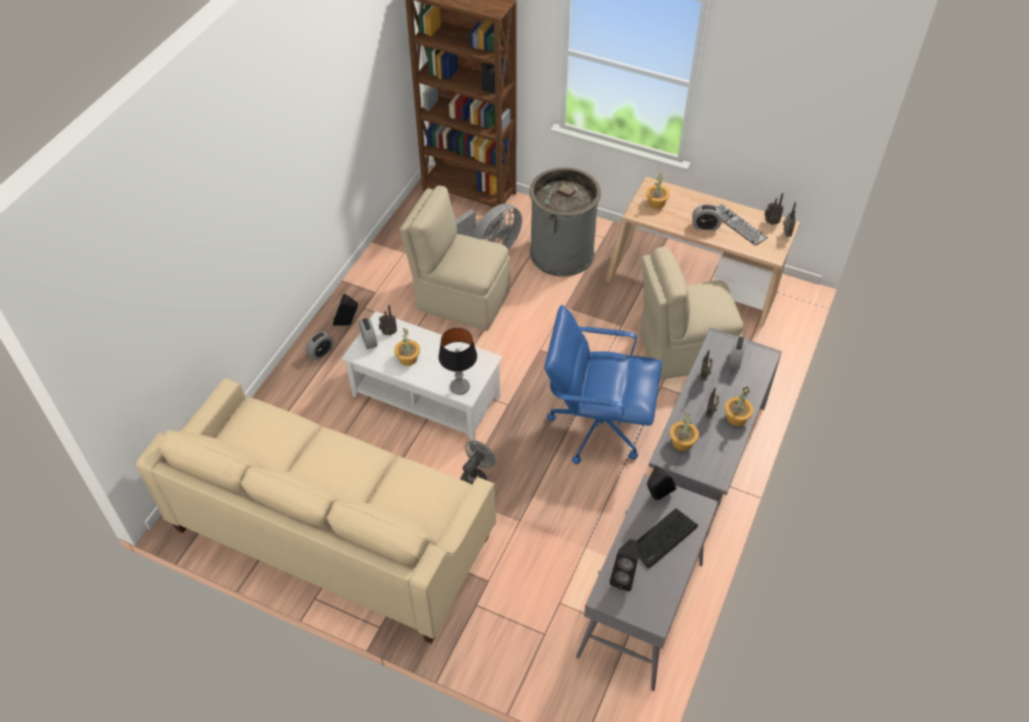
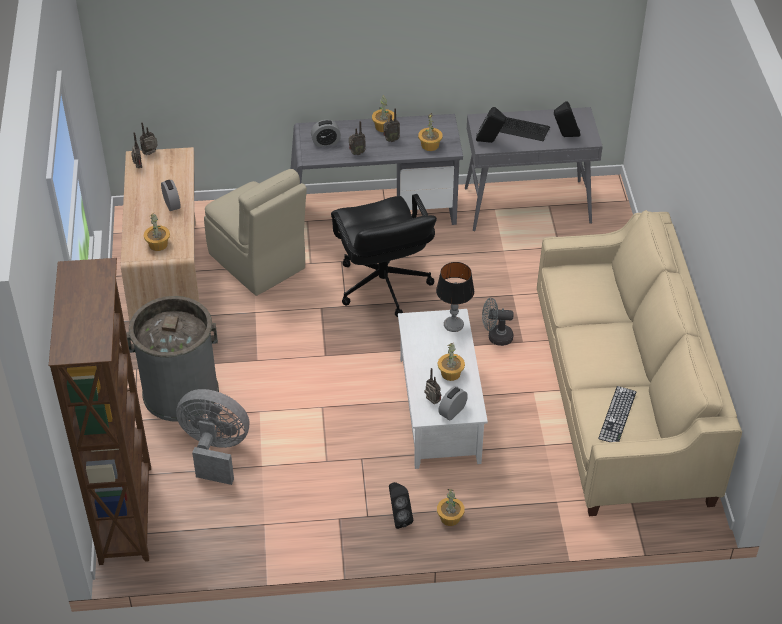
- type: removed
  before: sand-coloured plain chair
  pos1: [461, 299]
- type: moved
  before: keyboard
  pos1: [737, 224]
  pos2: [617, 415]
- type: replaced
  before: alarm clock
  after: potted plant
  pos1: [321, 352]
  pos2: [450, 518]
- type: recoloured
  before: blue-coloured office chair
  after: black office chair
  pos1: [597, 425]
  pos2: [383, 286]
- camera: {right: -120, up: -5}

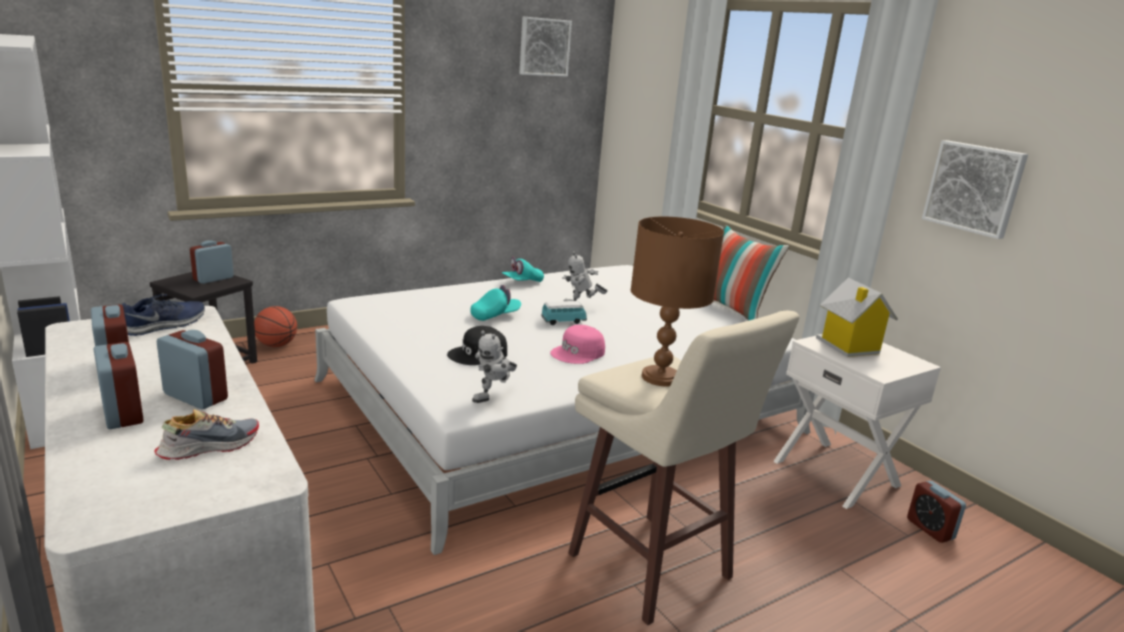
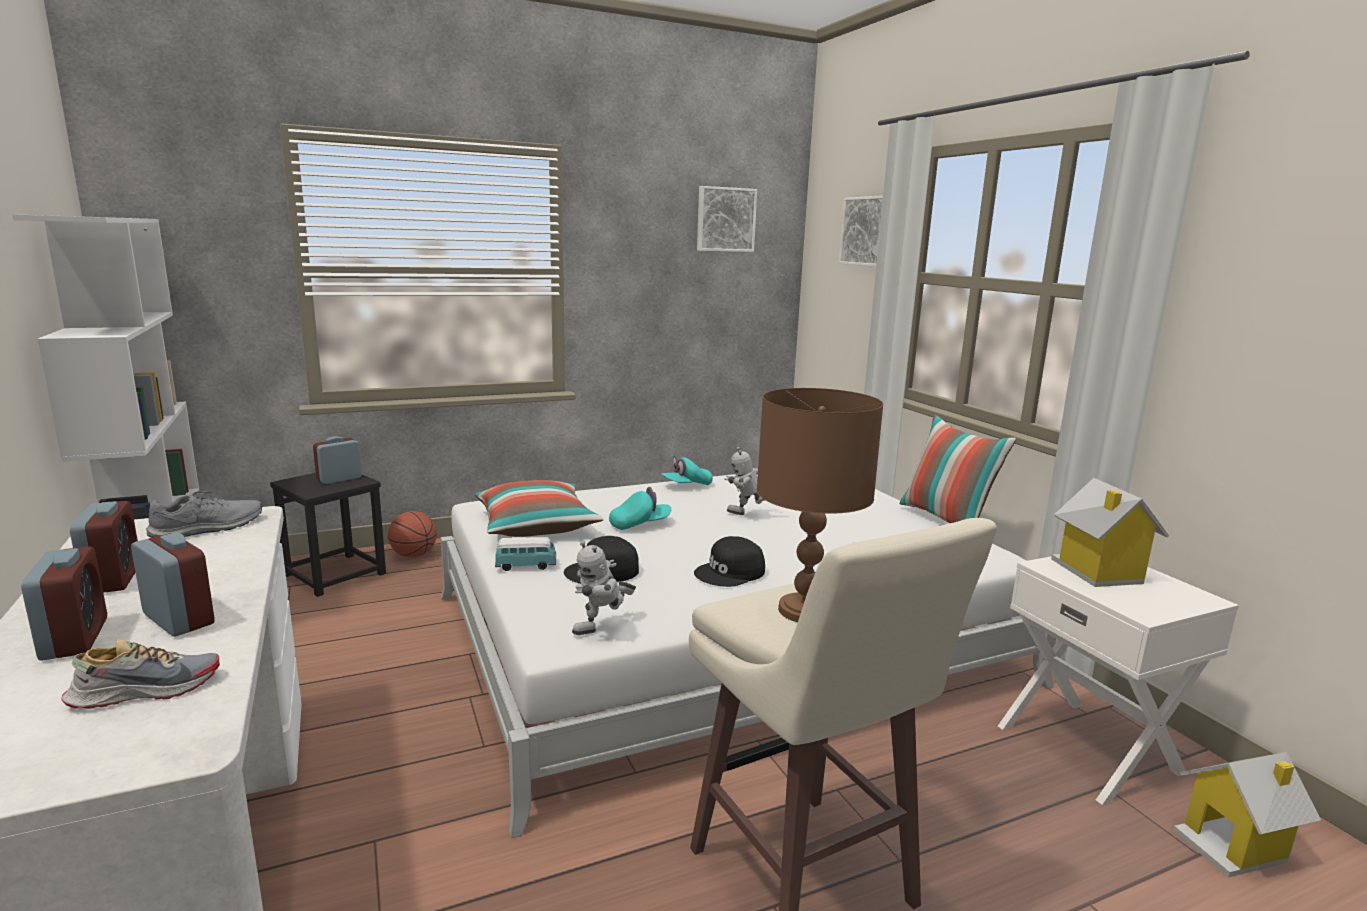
- type: added
  after: throw pillow
  pos2: [536, 526]
- type: moved
  before: miniature car
  pos1: [563, 321]
  pos2: [526, 566]
- type: moved
  before: wall art
  pos1: [974, 188]
  pos2: [867, 231]
- type: replaced
  before: alarm clock
  after: toy house
  pos1: [930, 529]
  pos2: [1233, 846]
- type: recoloured
  before: blue-coloured low shoe
  after: greyish low shoe
  pos1: [165, 325]
  pos2: [209, 528]
- type: recoloured
  before: pink-coloured cap
  after: black cap
  pos1: [578, 353]
  pos2: [730, 572]
- camera: {right: 10, up: -5}

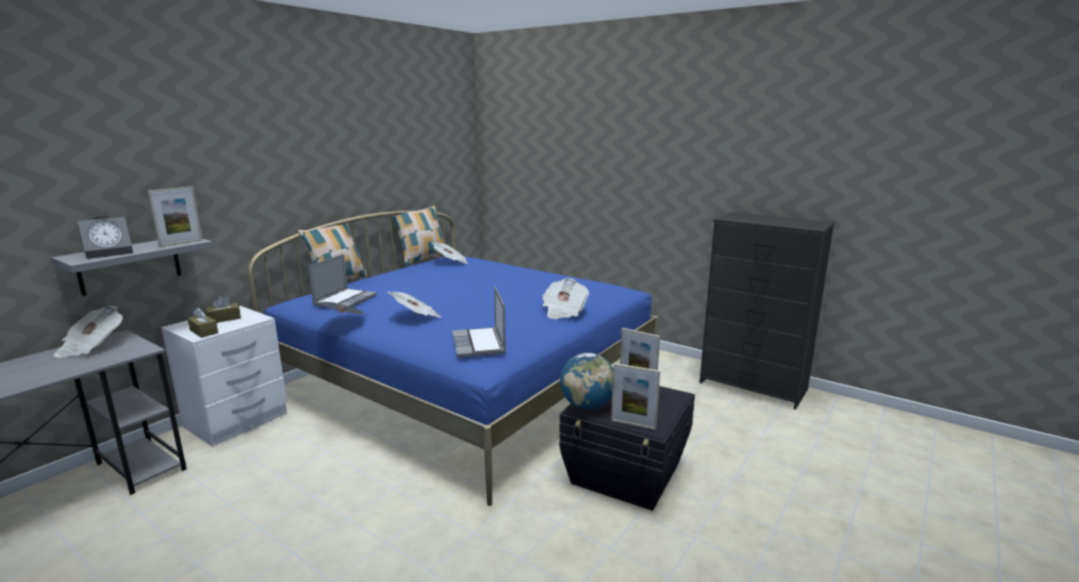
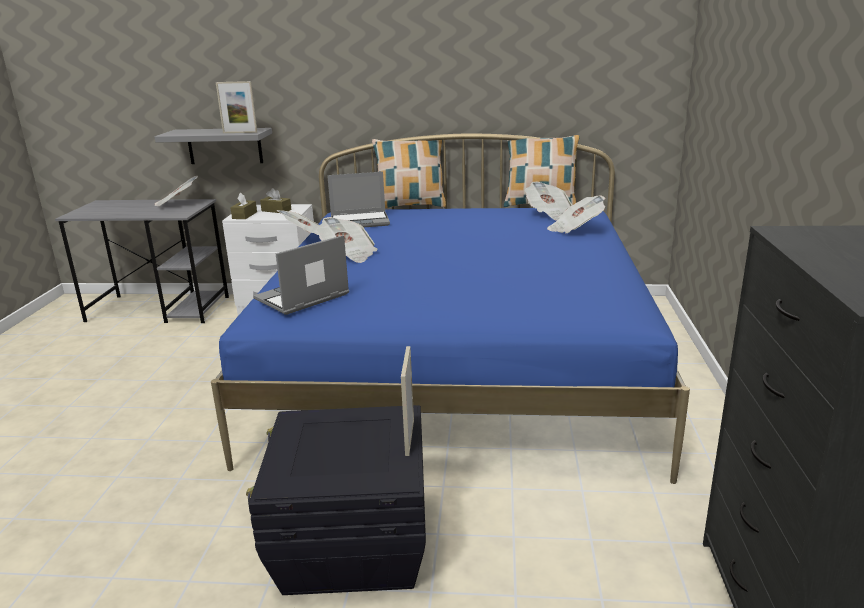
- type: removed
  before: alarm clock
  pos1: [111, 253]
- type: removed
  before: globe
  pos1: [587, 406]
- type: removed
  before: photo frame
  pos1: [633, 424]
- type: moved
  before: daily paper
  pos1: [563, 311]
  pos2: [575, 229]
- camera: {right: 60, up: 5}

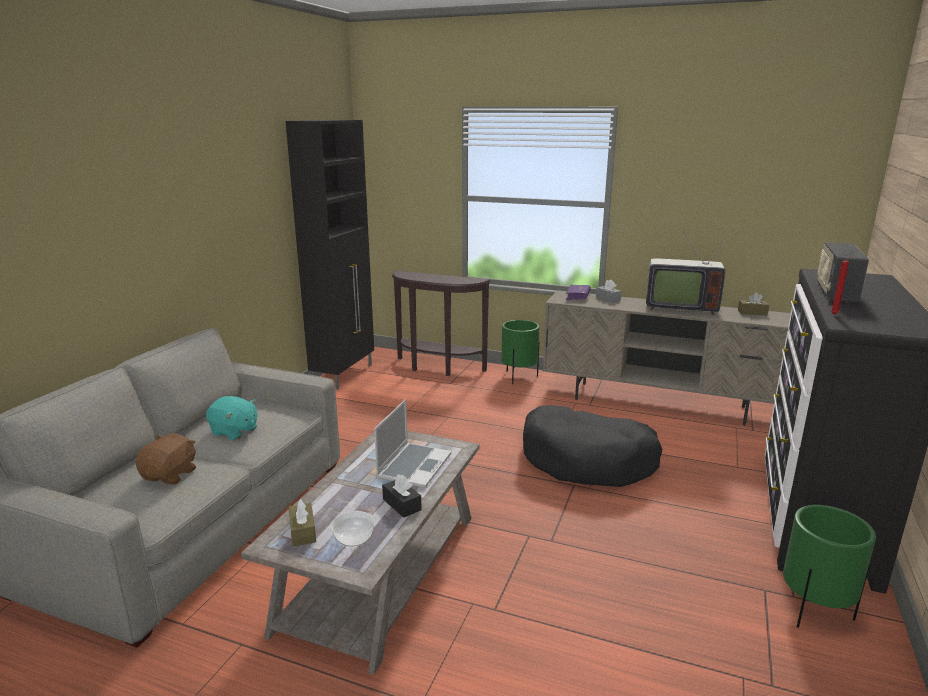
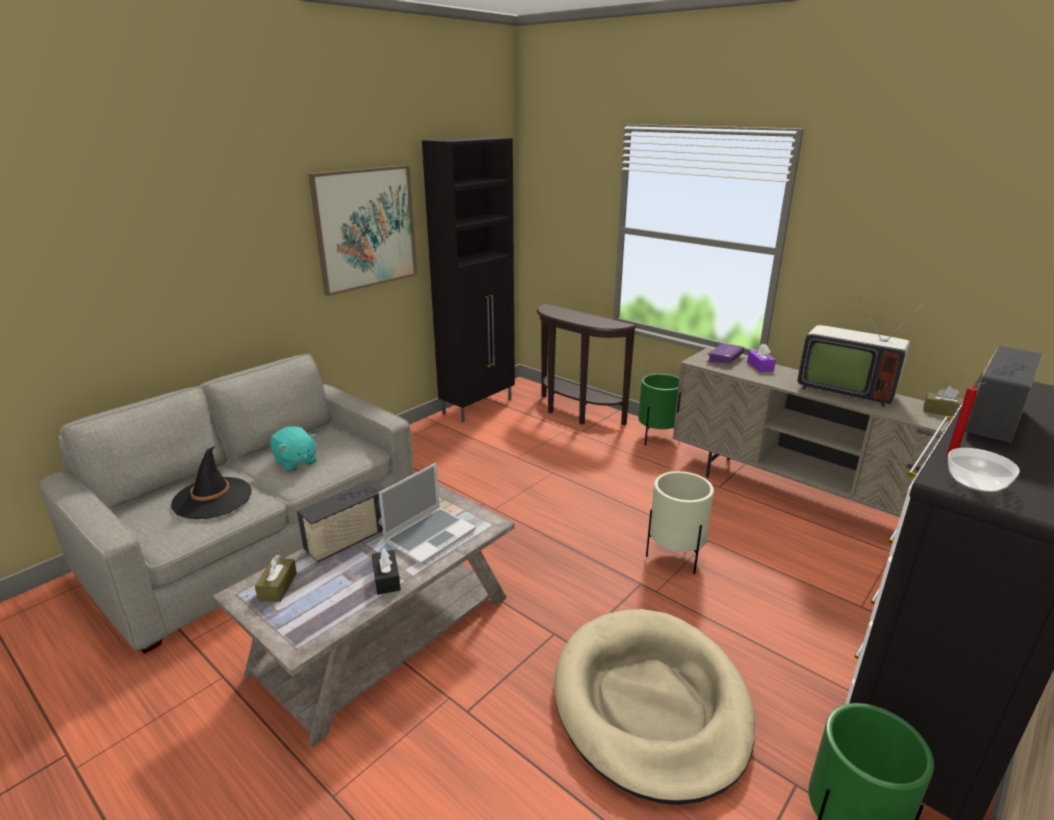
- type: added
  after: radio receiver
  pos2: [349, 540]
- type: added
  after: wall art
  pos2: [366, 228]
- type: added
  after: sand-coloured dog bed
  pos2: [651, 704]
- type: moved
  before: bowl
  pos1: [354, 538]
  pos2: [977, 482]
- type: replaced
  before: brown soft toy
  after: black clothing hat
  pos1: [171, 475]
  pos2: [212, 498]
- type: replaced
  before: black dog bed
  after: sand-coloured flower pot
  pos1: [587, 460]
  pos2: [674, 557]
- type: recoloured
  before: greyish tissue box
  after: purple tissue box
  pos1: [608, 299]
  pos2: [760, 366]
- camera: {right: 20, up: 5}

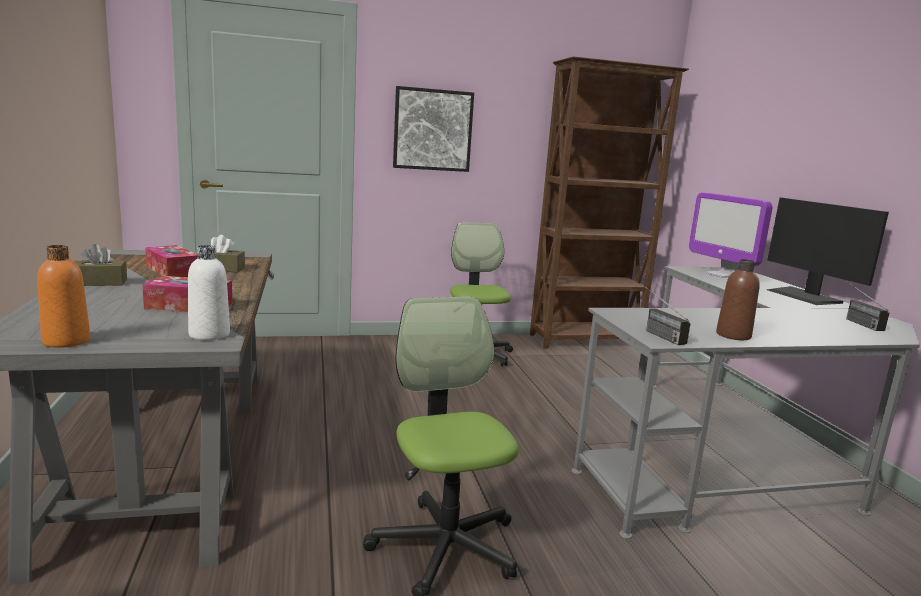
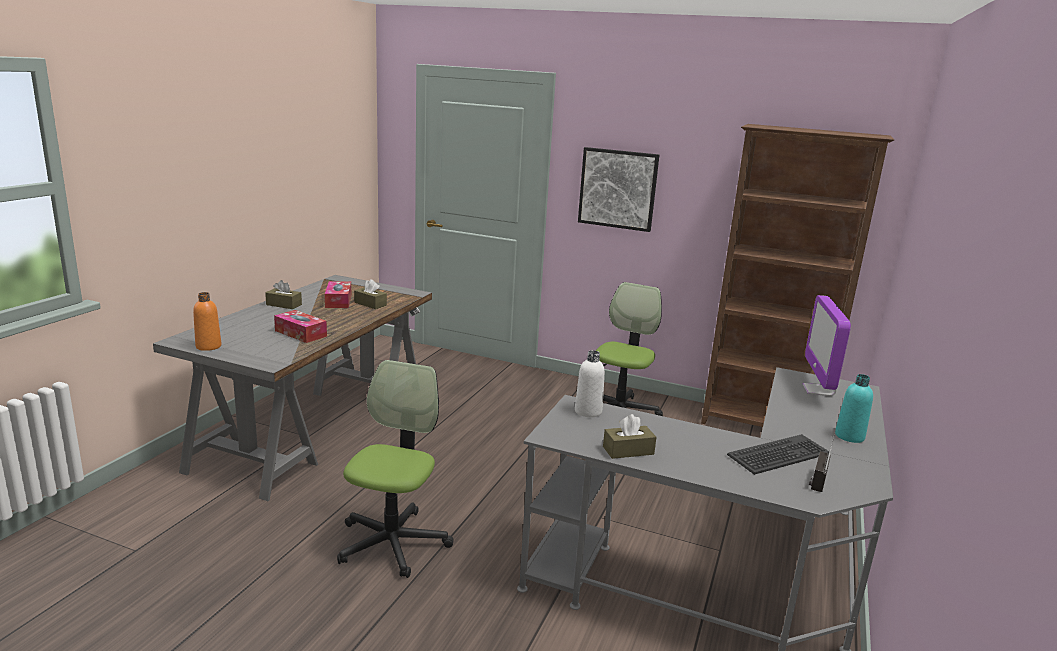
- type: removed
  before: radio receiver
  pos1: [656, 333]
- type: added
  after: keyboard
  pos2: [779, 455]
- type: moved
  before: white bottle
  pos1: [209, 334]
  pos2: [588, 411]
- type: replaced
  before: brown bottle
  after: brown tissue box
  pos1: [733, 335]
  pos2: [628, 450]
- type: replaced
  before: monitor
  after: blue-green bottle
  pos1: [804, 296]
  pos2: [849, 436]
- camera: {right: 35, up: 5}

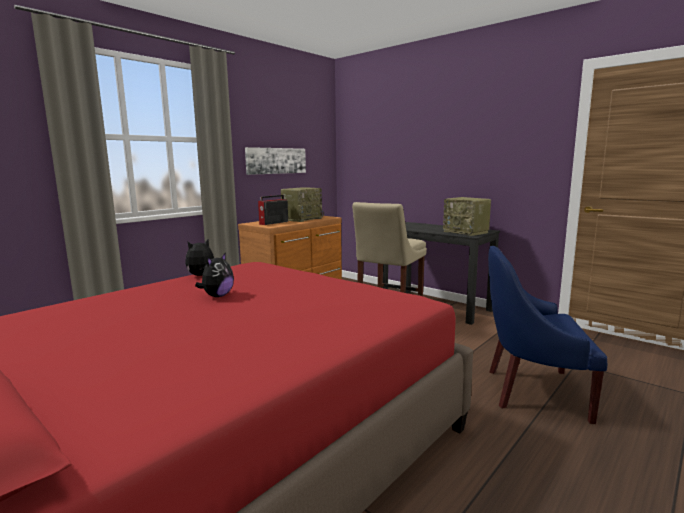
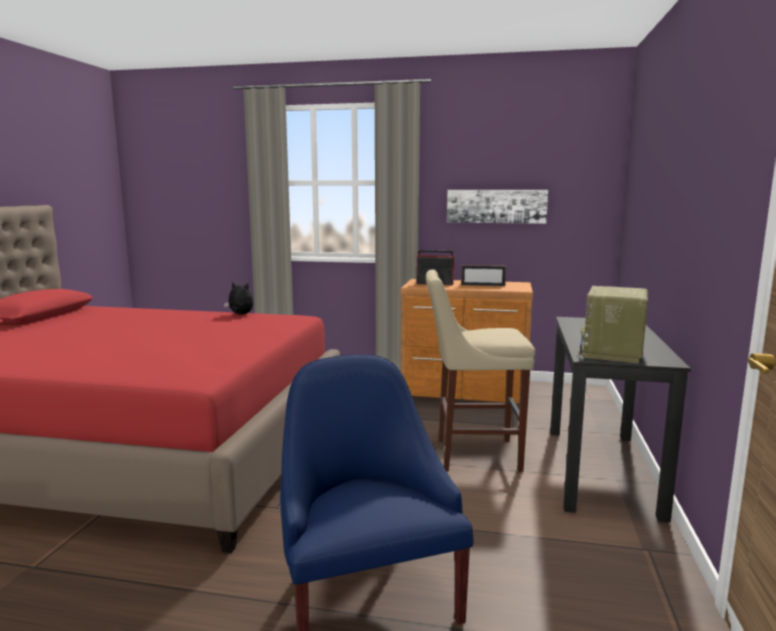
- type: removed
  before: soft toy
  pos1: [217, 296]
- type: replaced
  before: radio receiver
  after: photo frame
  pos1: [302, 219]
  pos2: [482, 285]
- camera: {right: 60, up: 0}

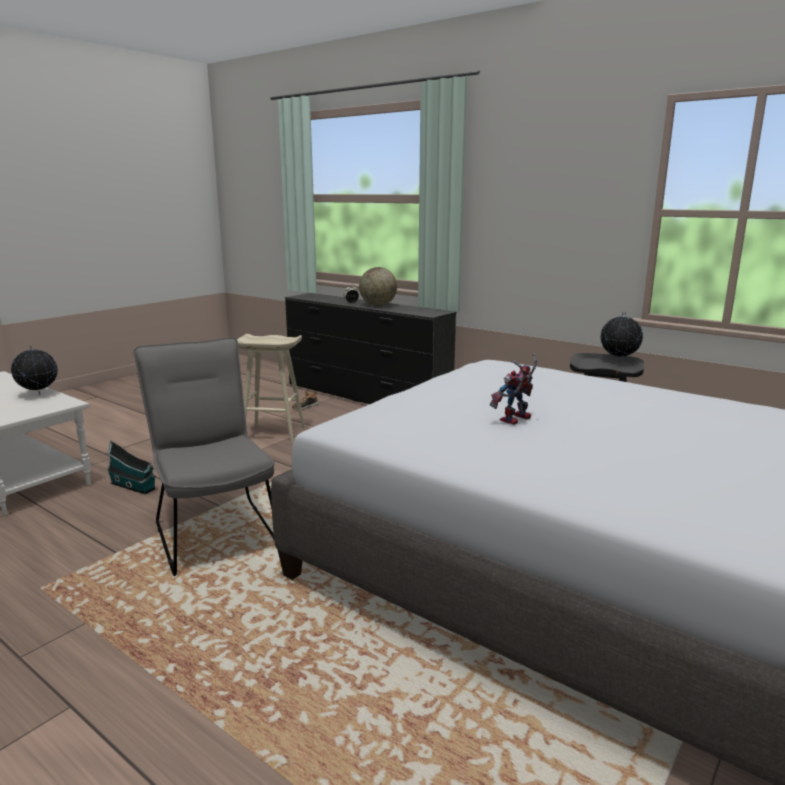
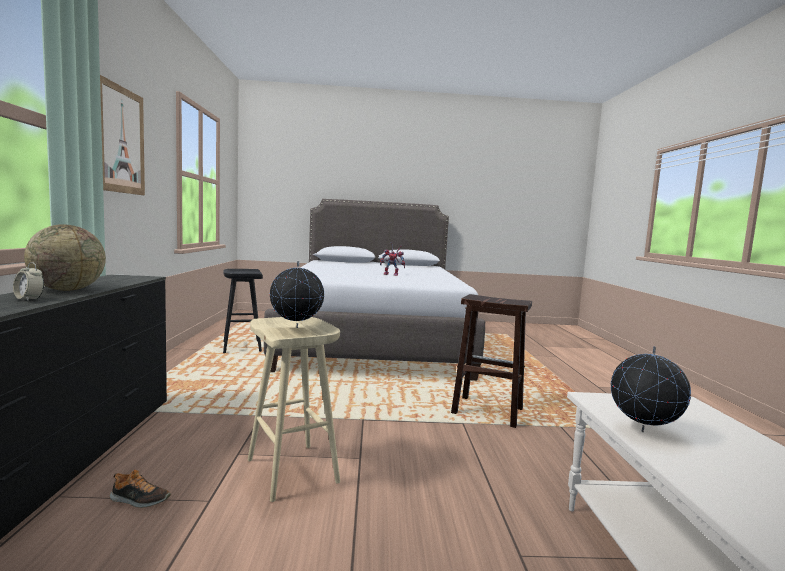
- type: removed
  before: toy house
  pos1: [134, 487]
- type: added
  after: wall art
  pos2: [120, 140]
- type: moved
  before: globe
  pos1: [618, 361]
  pos2: [296, 328]
- type: replaced
  before: greyish plain chair
  after: brown stool
  pos1: [215, 531]
  pos2: [486, 411]
- camera: {right: -130, up: -10}

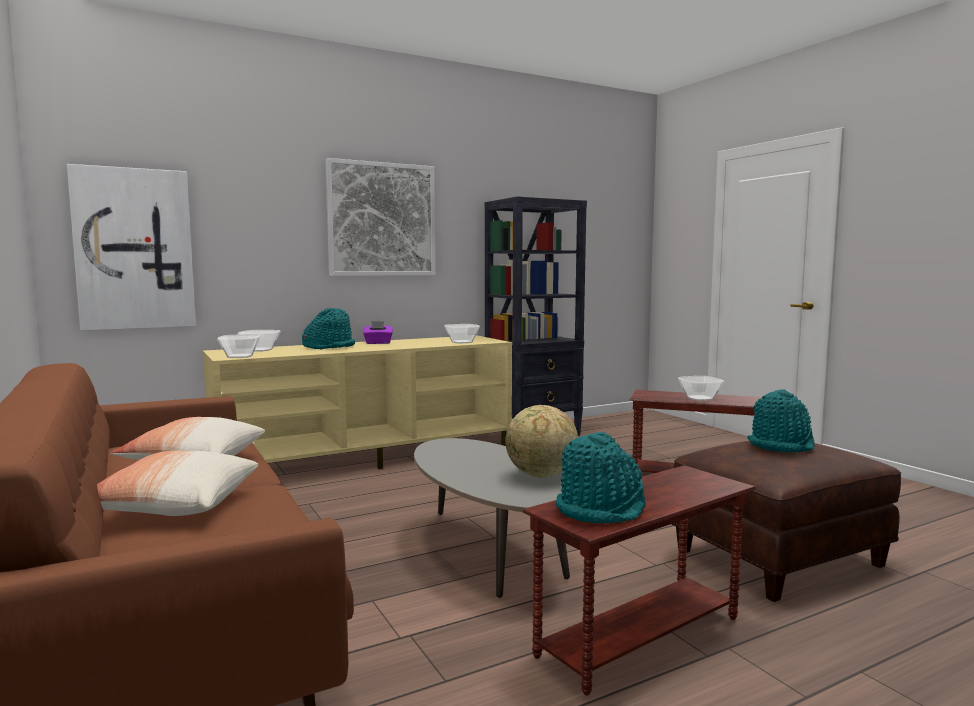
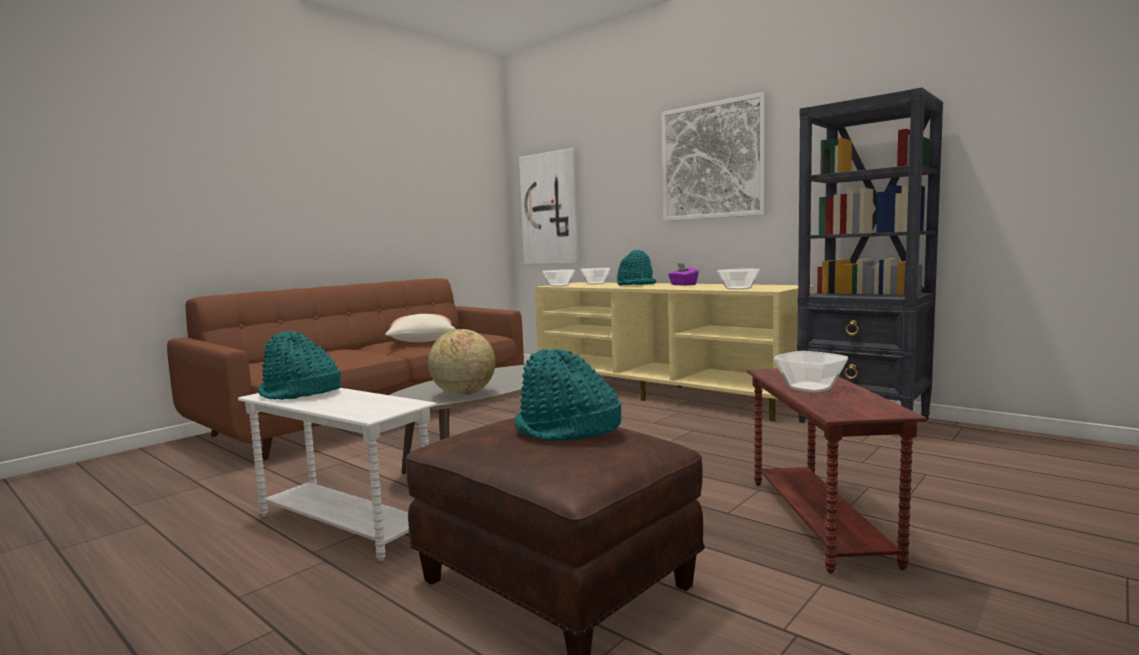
- type: removed
  before: throw pillow
  pos1: [173, 507]
- type: recoloured
  before: brown accent table
  after: white accent table
  pos1: [641, 638]
  pos2: [342, 525]
- camera: {right: 70, up: 0}

